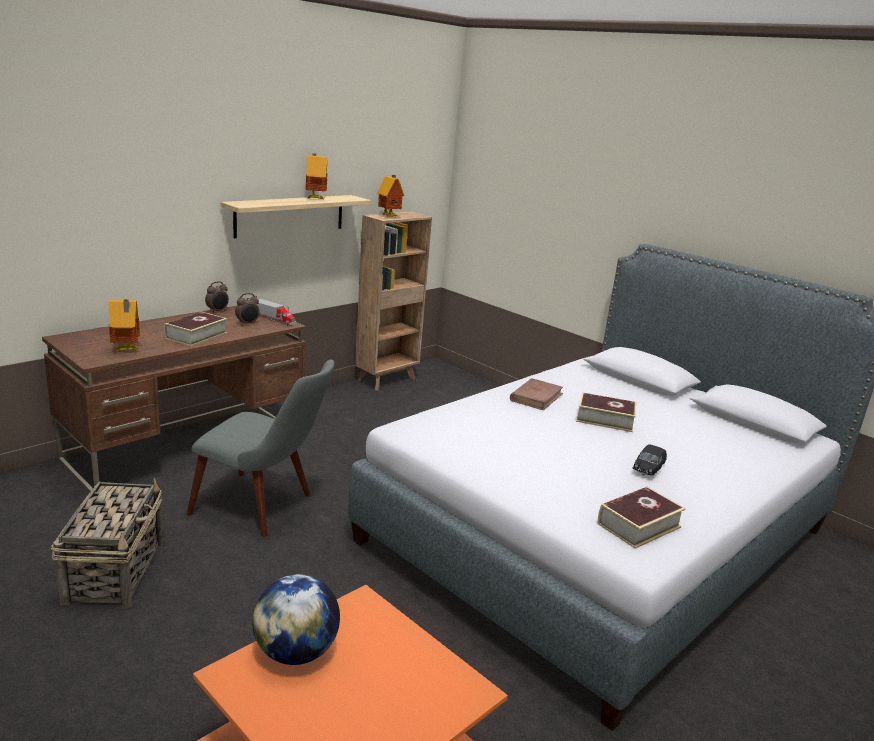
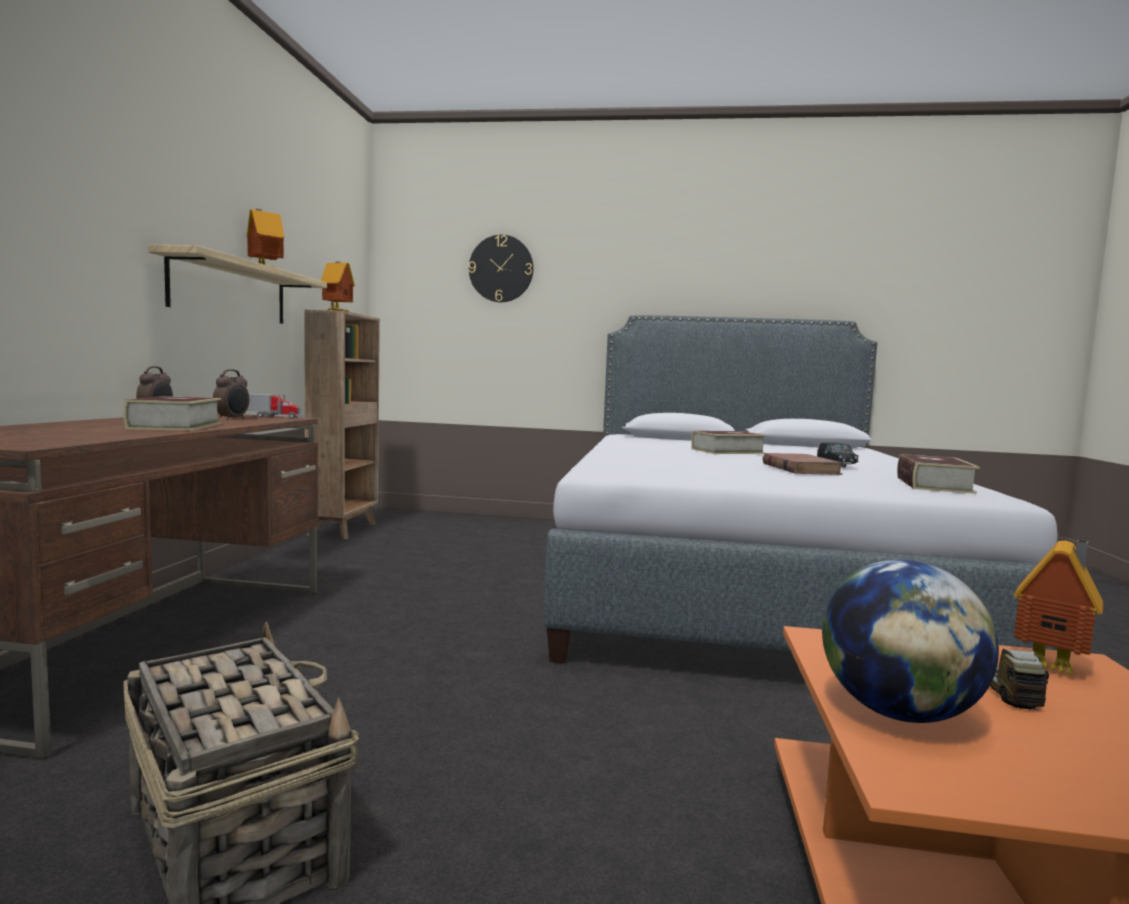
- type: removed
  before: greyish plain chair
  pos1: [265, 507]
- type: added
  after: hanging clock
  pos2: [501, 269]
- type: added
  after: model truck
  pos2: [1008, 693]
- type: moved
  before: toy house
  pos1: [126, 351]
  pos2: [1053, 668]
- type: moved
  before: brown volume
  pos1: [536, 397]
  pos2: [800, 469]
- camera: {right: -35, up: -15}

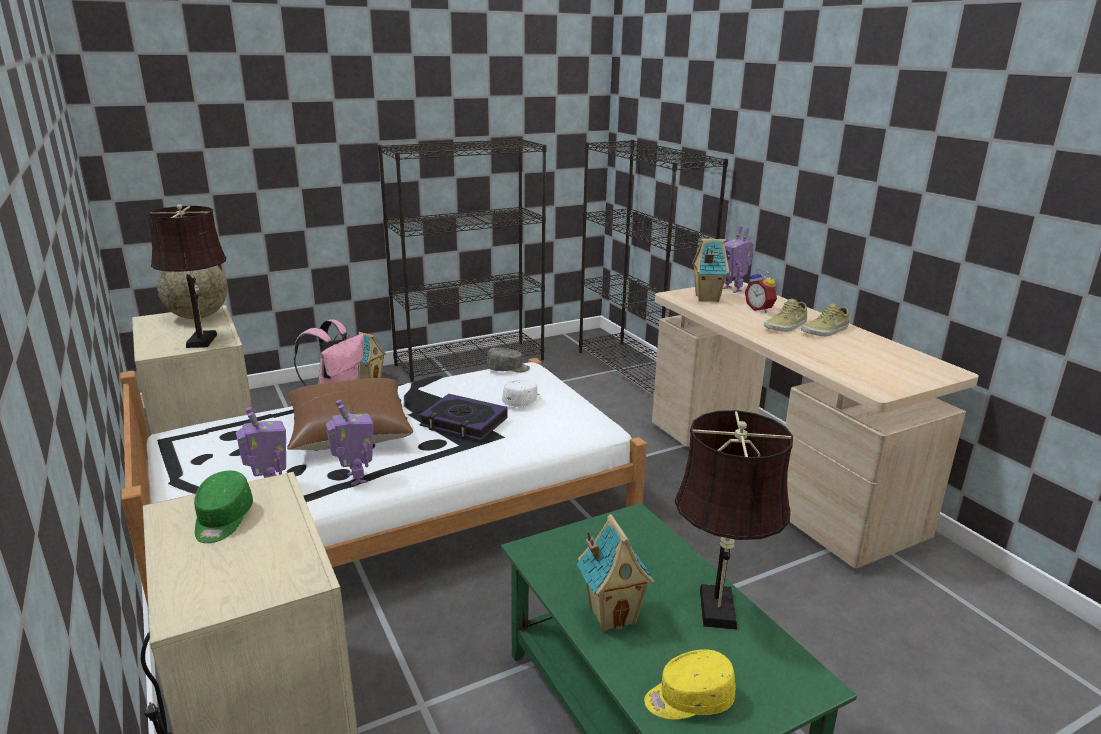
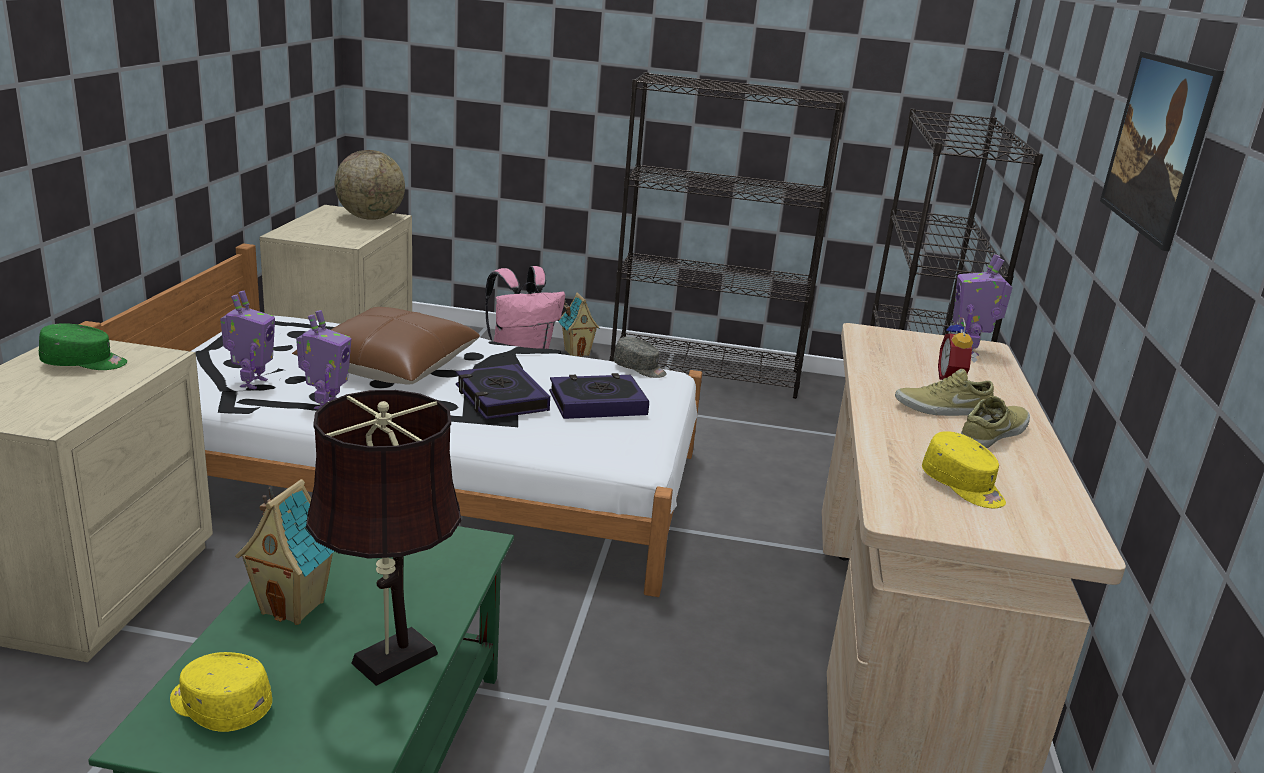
- type: removed
  before: brown tabletop lamp
  pos1: [203, 339]
- type: removed
  before: toy house
  pos1: [706, 298]
- type: added
  after: yellow-coloured cap
  pos2: [963, 487]
- type: added
  after: wall art
  pos2: [1145, 185]
- type: replaced
  before: white cap
  after: volume
  pos1: [523, 401]
  pos2: [597, 403]
- type: turned
  before: green cap
  pos1: [223, 520]
  pos2: [84, 363]
  turn: -135
- type: turned
  before: sand-coloured low shoe
  pos1: [825, 331]
  pos2: [991, 433]
  turn: 135
- camera: {right: 35, up: 0}

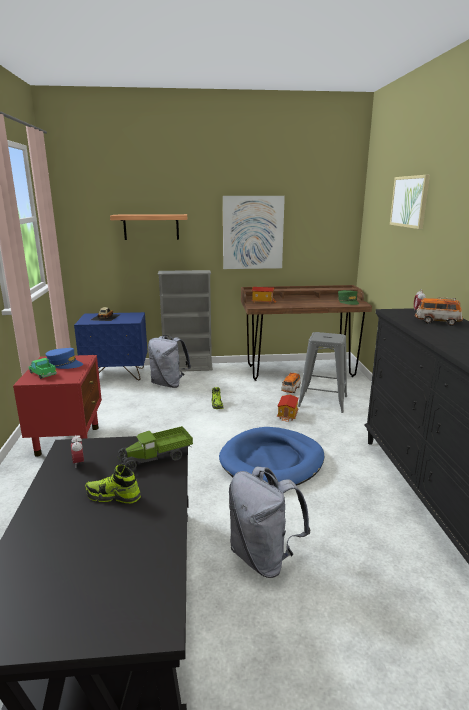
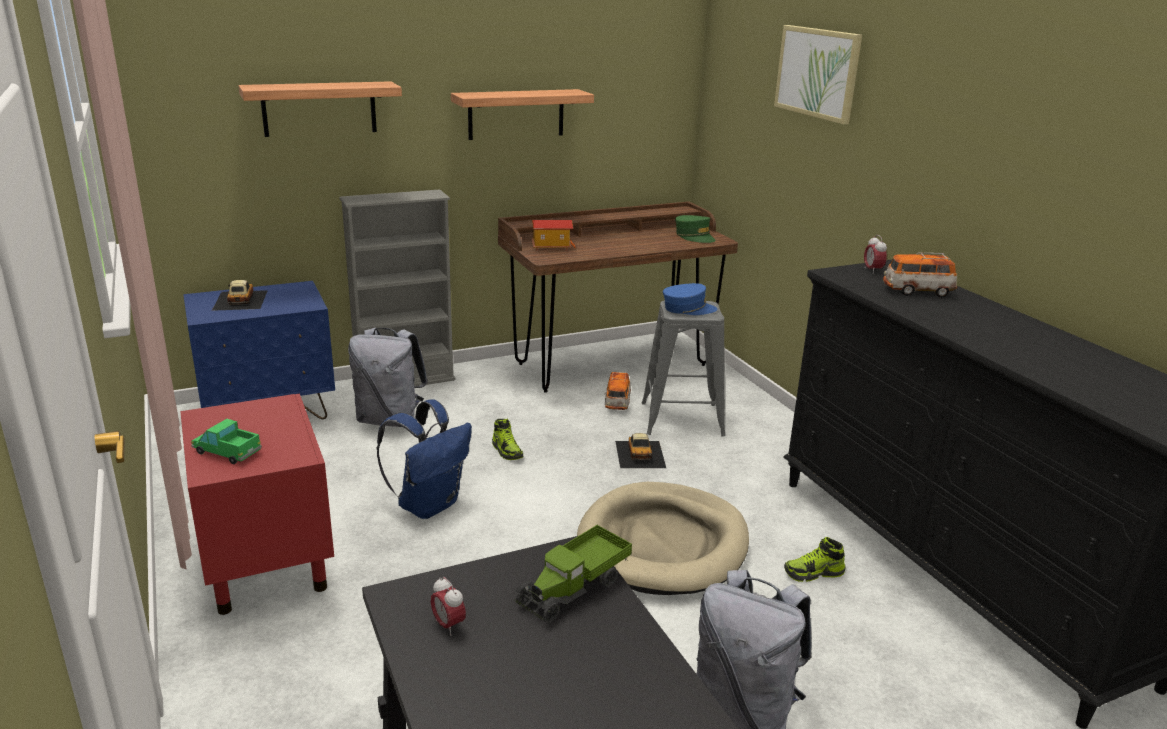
- type: added
  after: blue-coloured rucksack
  pos2: [429, 504]
- type: moved
  before: blue-coloured cap
  pos1: [65, 364]
  pos2: [688, 309]
- type: moved
  before: low shoe
  pos1: [113, 496]
  pos2: [813, 573]
- type: replaced
  before: wall art
  after: shelf
  pos1: [253, 233]
  pos2: [516, 114]
- type: replaced
  before: toy house
  after: miniature car
  pos1: [288, 415]
  pos2: [640, 454]
- type: recoloured
  before: blue-coloured dog bed
  after: sand-coloured dog bed
  pos1: [272, 461]
  pos2: [663, 544]
- camera: {right: -20, up: 5}

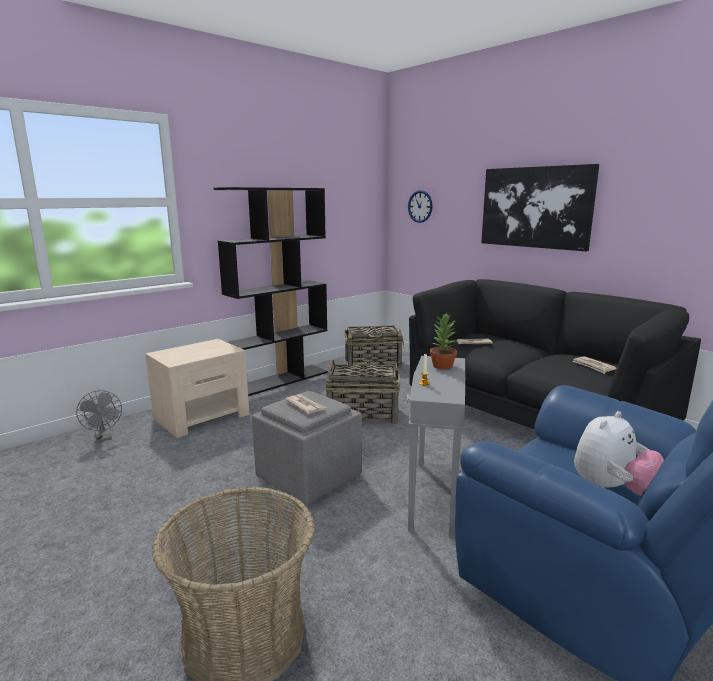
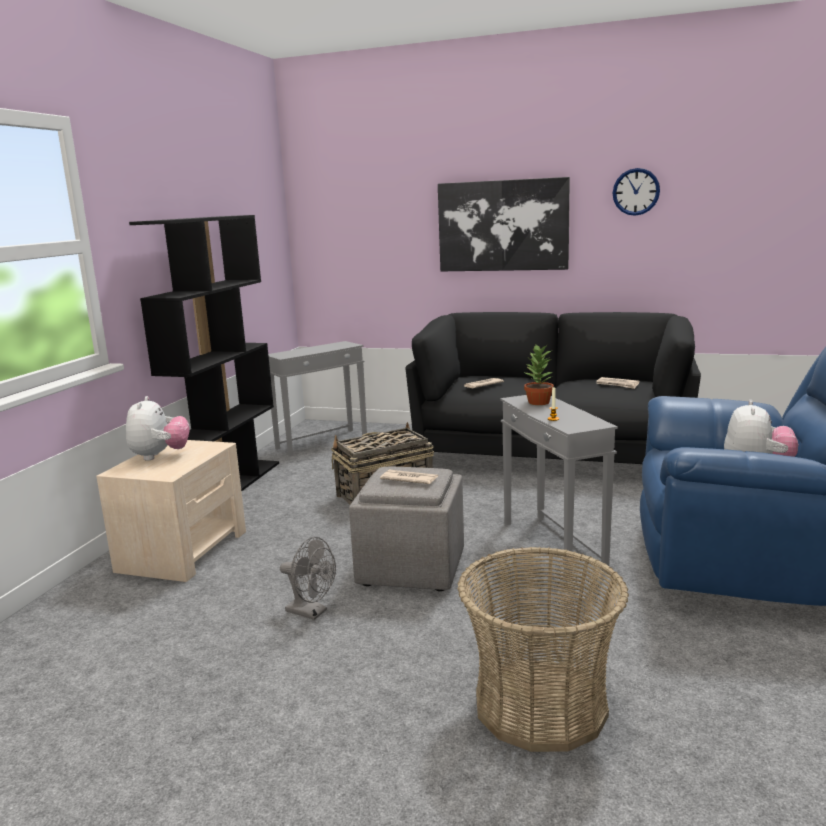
- type: added
  after: soft toy
  pos2: [159, 456]
- type: moved
  before: greyish cooling fan
  pos1: [104, 437]
  pos2: [312, 612]
- type: moved
  before: hanging clock
  pos1: [420, 206]
  pos2: [636, 192]
- type: replaced
  before: storage basket
  after: greyish accent table
  pos1: [373, 364]
  pos2: [322, 442]
- camera: {right: -30, up: 0}

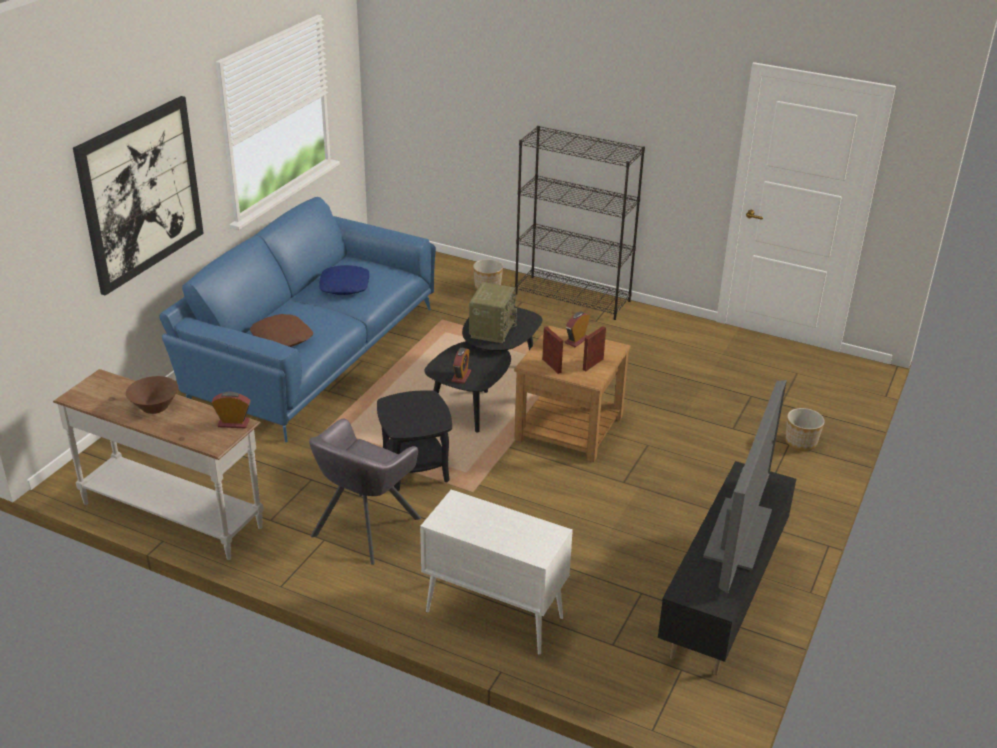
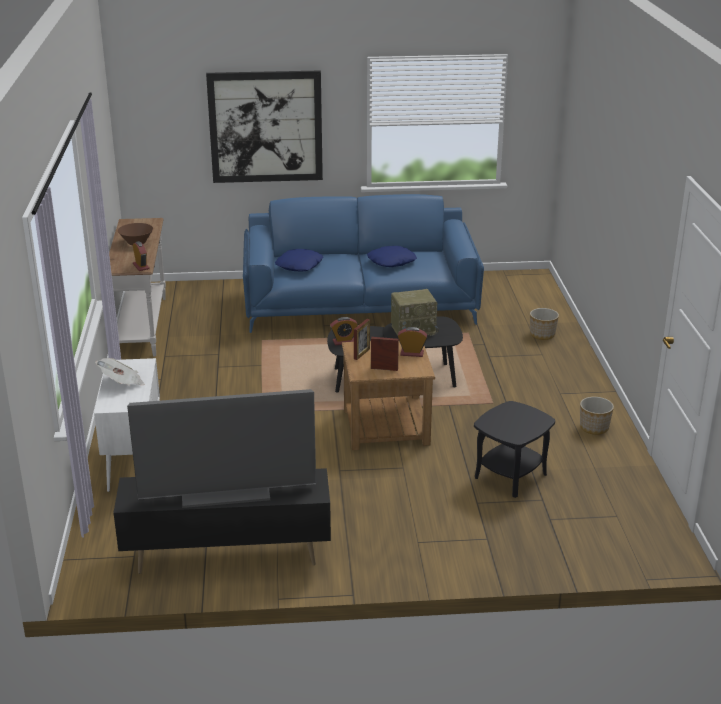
- type: removed
  before: greyish easy chair
  pos1: [365, 527]
- type: removed
  before: black bookcase
  pos1: [573, 297]
- type: added
  after: daily paper
  pos2: [122, 383]
- type: moved
  before: black accent table
  pos1: [415, 469]
  pos2: [510, 476]
- type: moved
  before: flower pot
  pos1: [801, 442]
  pos2: [594, 428]
- type: recoloured
  before: brown throw pillow
  after: blue-coloured throw pillow
  pos1: [282, 337]
  pos2: [299, 265]
- camera: {right: 60, up: -5}

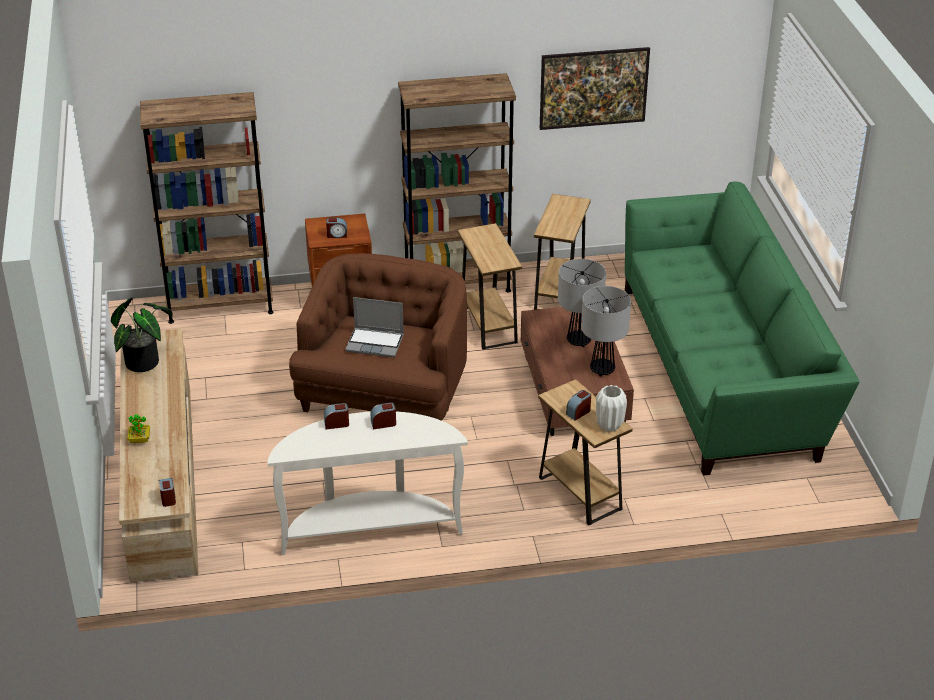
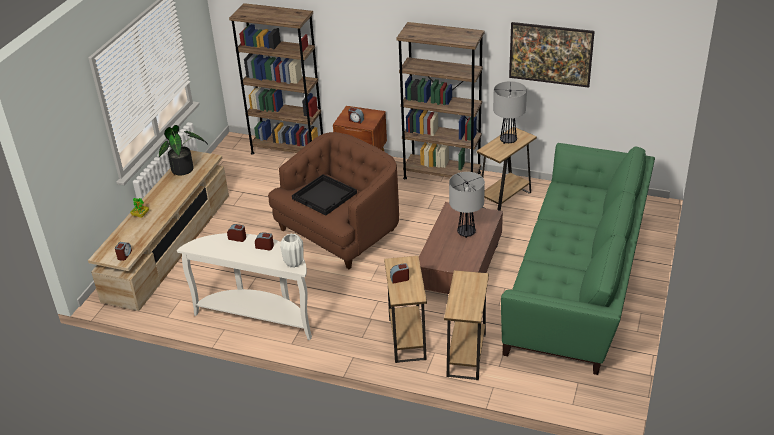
- type: moved
  before: brown accent table
  pos1: [488, 325]
  pos2: [466, 355]
- type: moved
  before: tabletop lamp
  pos1: [601, 369]
  pos2: [508, 140]
- type: moved
  before: white flower vase
  pos1: [609, 425]
  pos2: [293, 263]
- type: replaced
  before: portable computer
  after: black carrying tray
  pos1: [375, 343]
  pos2: [325, 196]
- camera: {right: 30, up: 0}

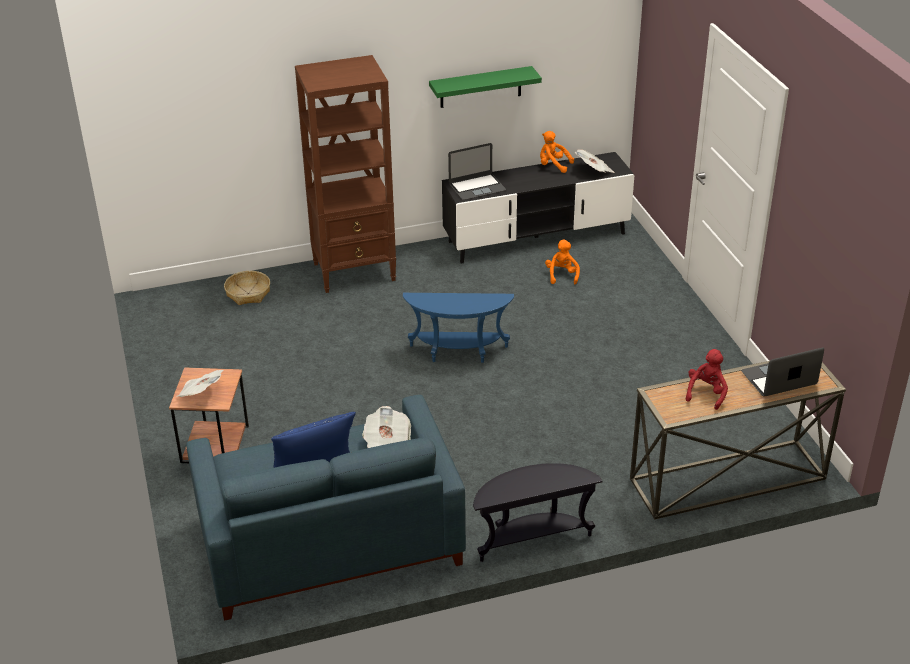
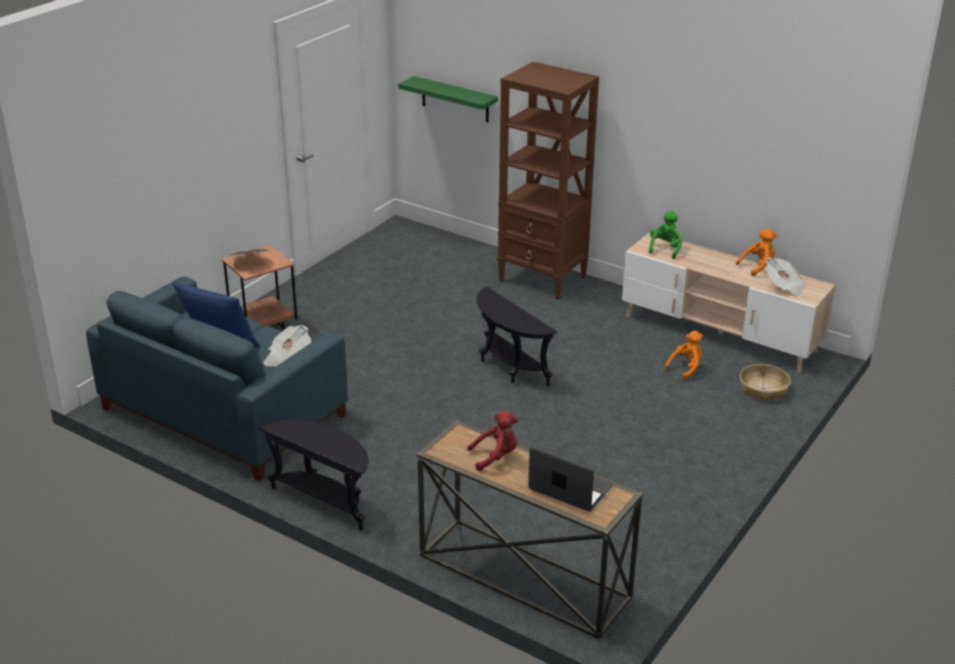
- type: moved
  before: storage basket
  pos1: [248, 293]
  pos2: [763, 389]
- type: moved
  before: green shelf
  pos1: [480, 87]
  pos2: [455, 99]
- type: replaced
  before: portable computer
  after: green soft toy
  pos1: [477, 187]
  pos2: [665, 249]
- type: recoloured
  before: blue-coloured accent table
  after: black accent table
  pos1: [458, 353]
  pos2: [508, 367]
- type: recoloured
  before: black media console
  after: sand-coloured media console
  pos1: [536, 237]
  pos2: [719, 333]
- type: turned
  before: orange soft toy
  pos1: [553, 165]
  pos2: [757, 266]
  turn: 75
- camera: {right: 50, up: -5}

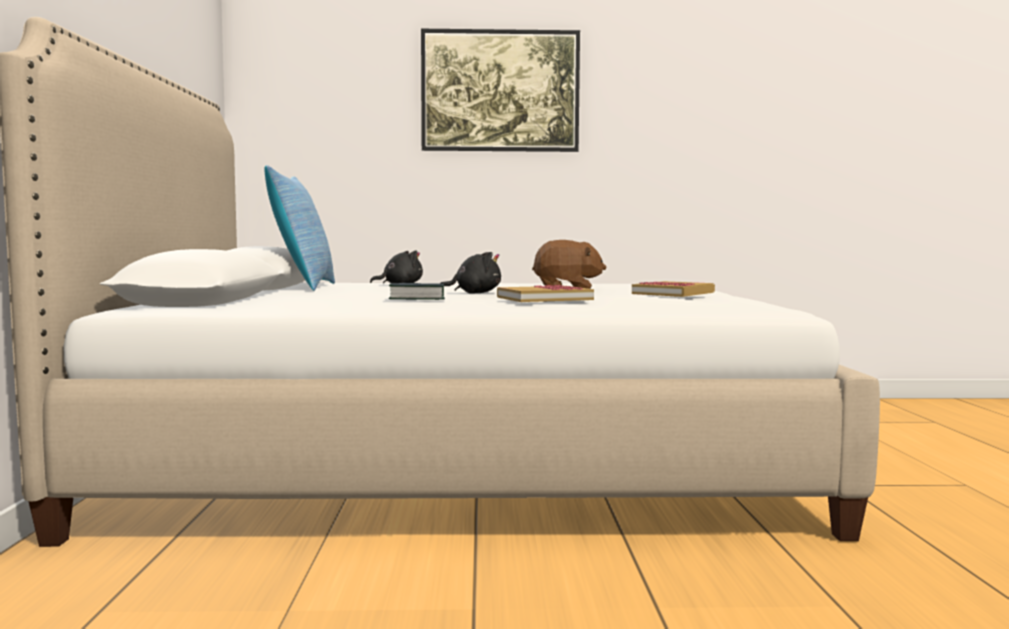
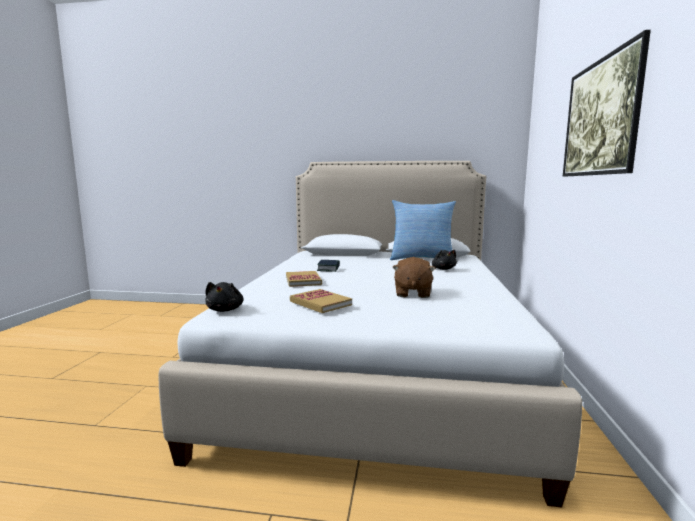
- type: moved
  before: black soft toy
  pos1: [474, 293]
  pos2: [225, 310]
- camera: {right: 100, up: 5}

